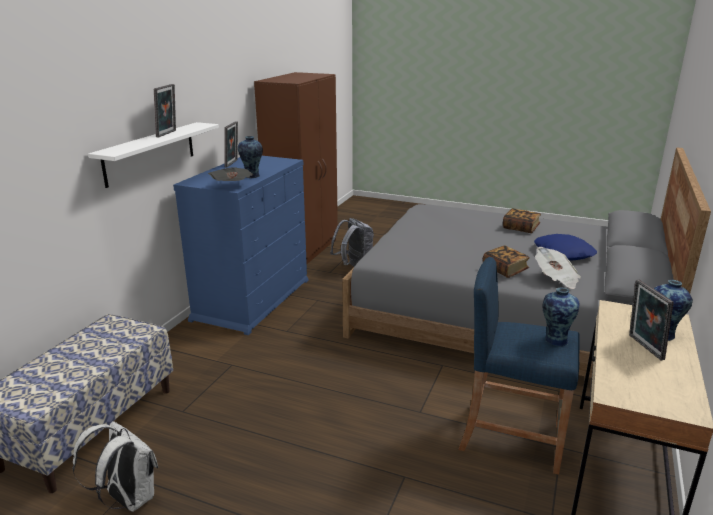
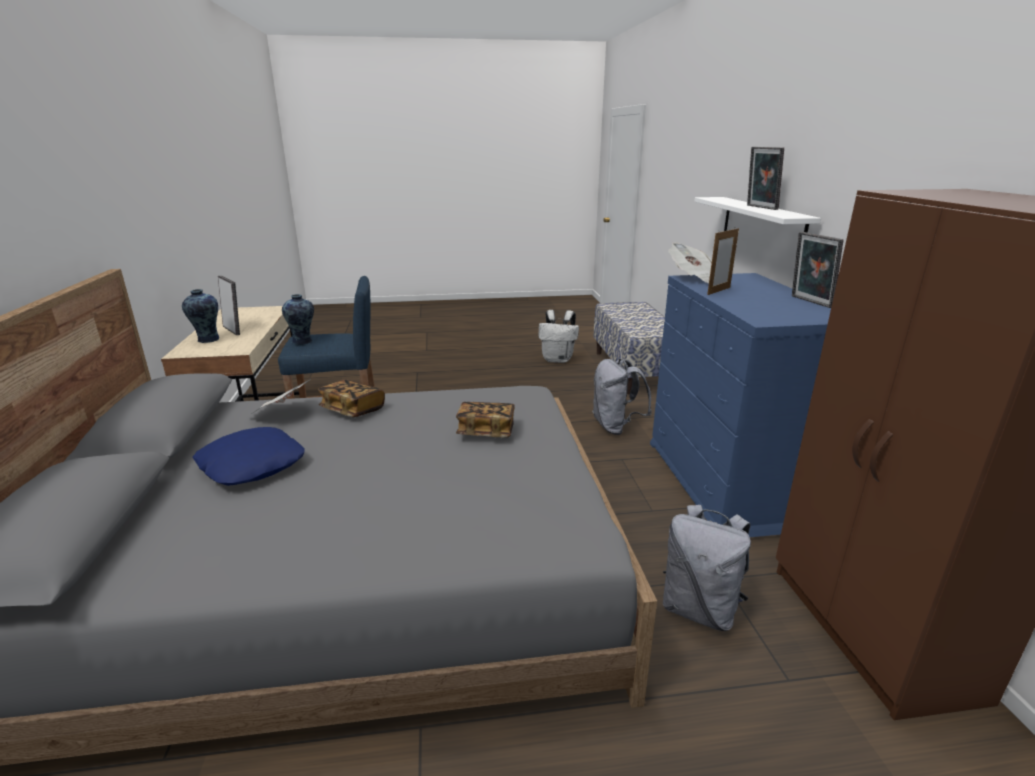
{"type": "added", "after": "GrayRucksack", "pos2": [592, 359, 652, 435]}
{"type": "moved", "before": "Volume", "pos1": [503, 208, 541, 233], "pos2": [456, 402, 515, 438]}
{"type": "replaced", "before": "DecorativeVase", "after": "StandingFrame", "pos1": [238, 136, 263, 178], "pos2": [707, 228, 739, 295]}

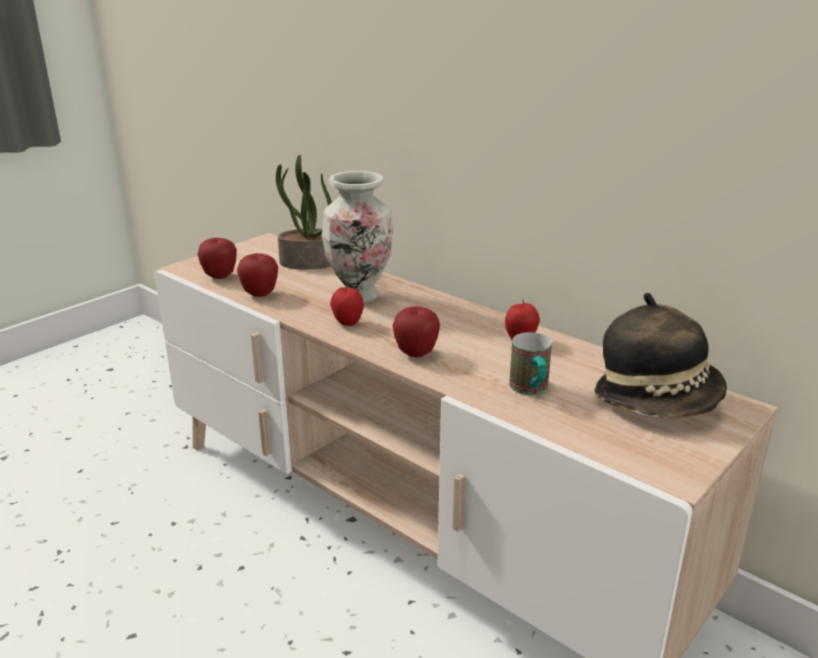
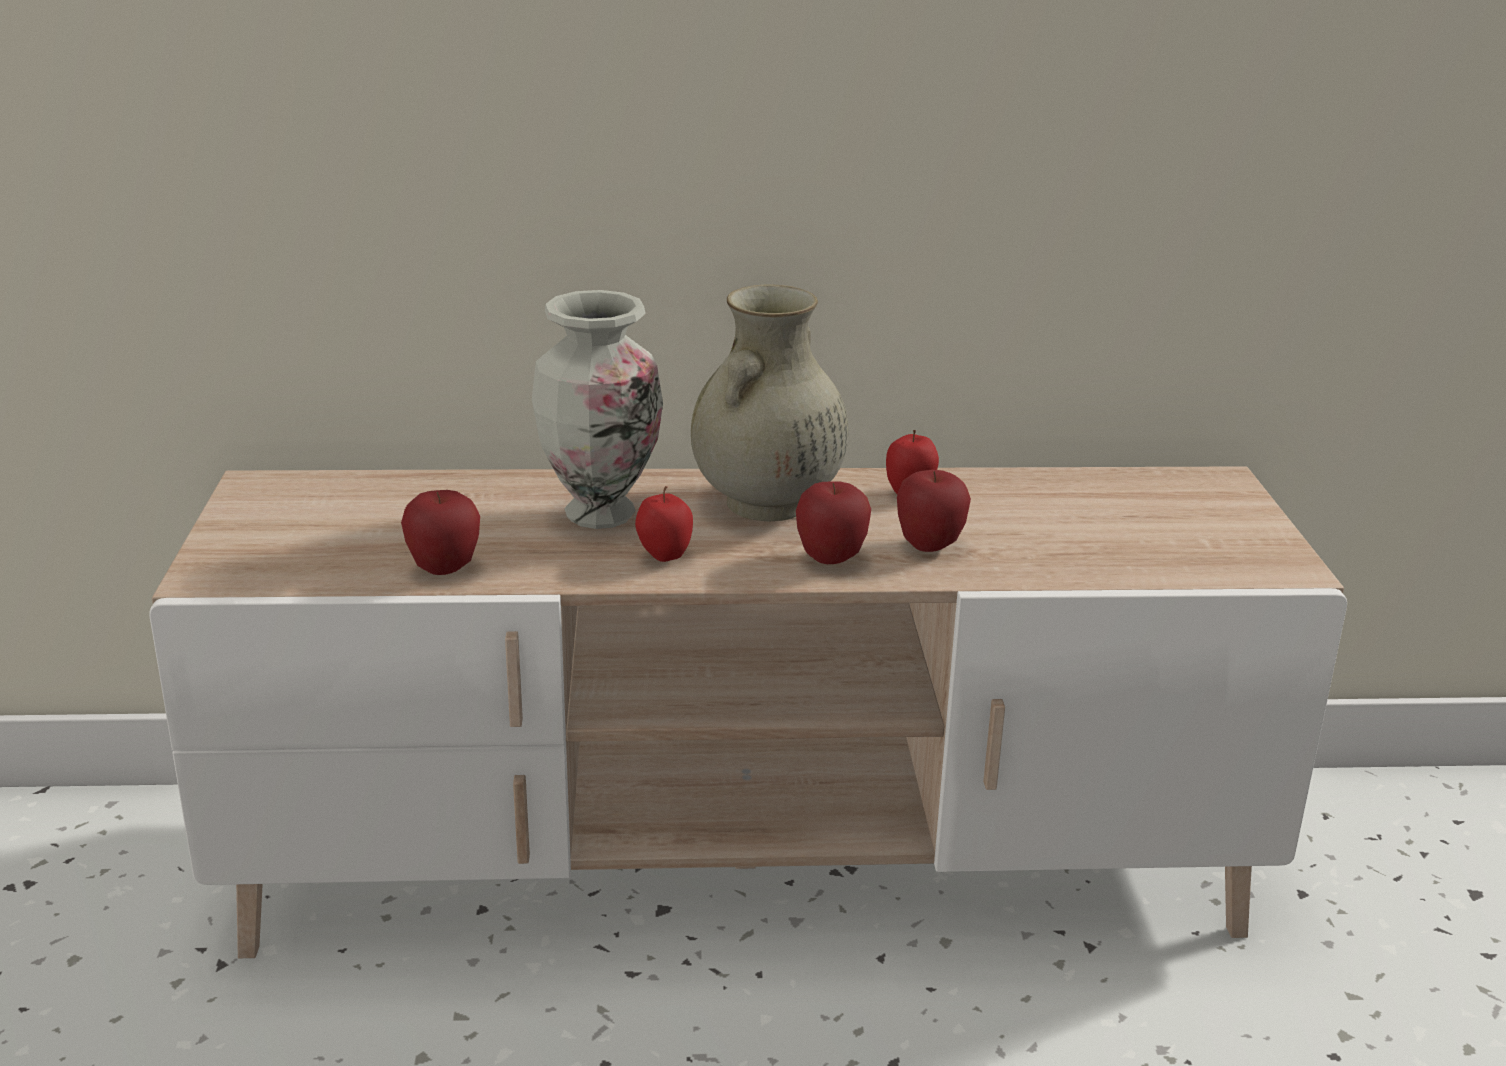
{"type": "removed", "before": "PottedPlant", "pos1": [276, 154, 332, 270]}
{"type": "removed", "before": "Mug", "pos1": [509, 332, 552, 395]}
{"type": "removed", "before": "Hat", "pos1": [595, 293, 727, 418]}
{"type": "added", "after": "BeigeColouredDecorativeVase", "pos2": [691, 284, 849, 521]}
{"type": "moved", "before": "WholeApple", "pos1": [197, 238, 237, 279], "pos2": [897, 470, 971, 552]}

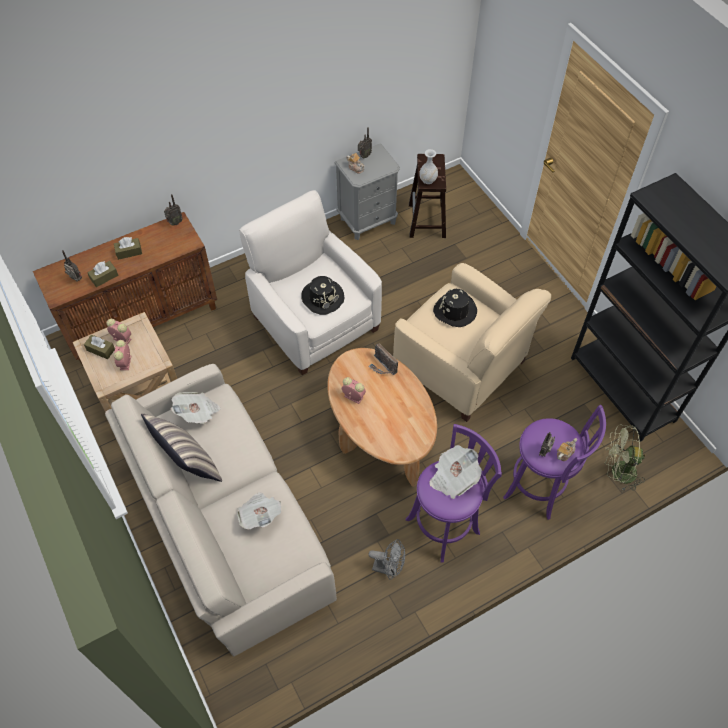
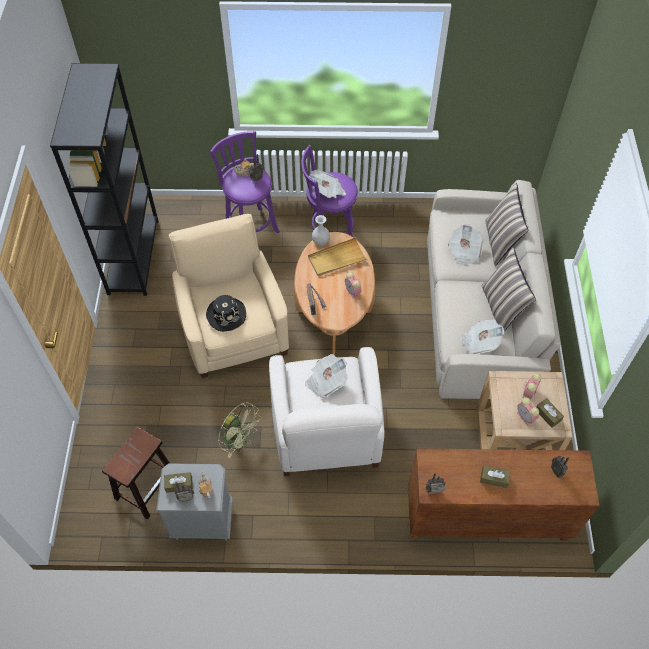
{"type": "removed", "before": "GrayElectricFan", "pos1": [368, 539, 405, 580]}
{"type": "added", "after": "BeigeColouredTray", "pos2": [308, 237, 368, 276]}
{"type": "added", "after": "Pillow", "pos2": [485, 183, 528, 266]}
{"type": "moved", "before": "BrownColouredTissueHolder", "pos1": [87, 261, 118, 287], "pos2": [164, 472, 193, 493]}
{"type": "moved", "before": "WhiteColouredDecorativeVase", "pos1": [419, 149, 438, 184], "pos2": [312, 215, 330, 246]}
{"type": "moved", "before": "GreenishElectricFan", "pos1": [605, 424, 646, 491], "pos2": [218, 402, 262, 458]}
{"type": "replaced", "before": "BlackHat", "after": "PrintedPaper", "pos1": [301, 276, 344, 315], "pos2": [305, 354, 348, 398]}

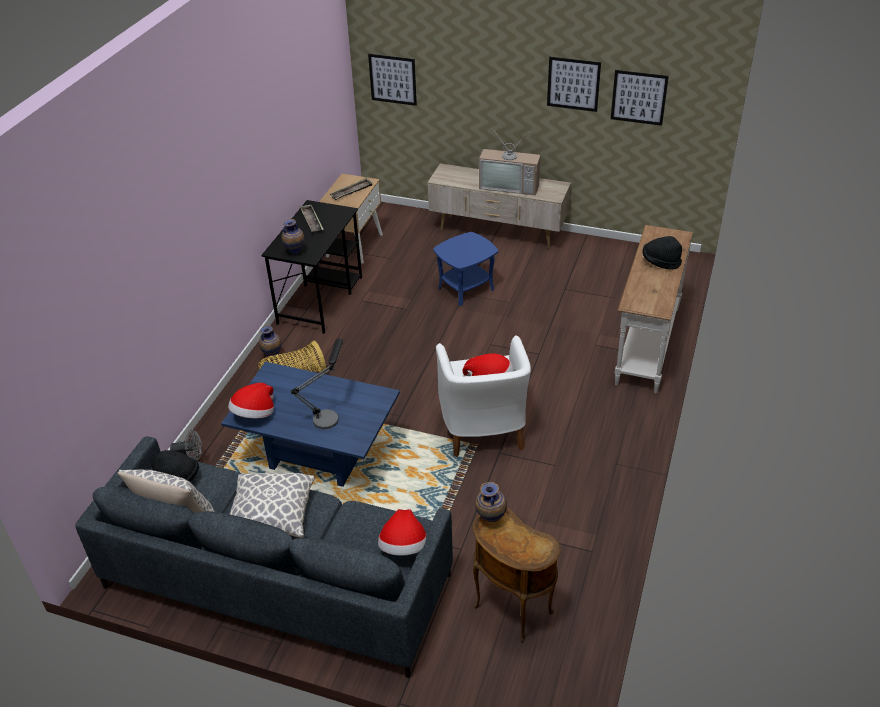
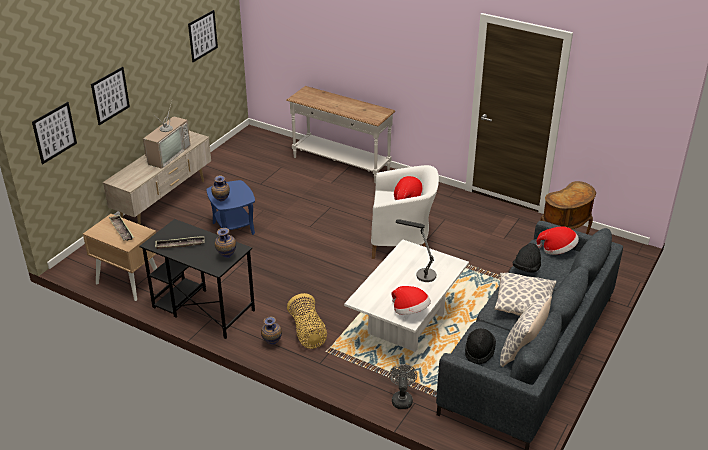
{"type": "moved", "before": "DecorativeVase", "pos1": [475, 482, 507, 522], "pos2": [211, 175, 230, 202]}
{"type": "moved", "before": "Picture", "pos1": [547, 57, 601, 112], "pos2": [91, 67, 130, 125]}
{"type": "moved", "before": "BlackHat", "pos1": [643, 236, 682, 270], "pos2": [513, 243, 541, 273]}
{"type": "recoloured", "before": "BlueColouredLoungeTable", "after": "WhiteColouredLoungeTable", "pos1": [221, 362, 400, 487], "pos2": [344, 239, 469, 352]}

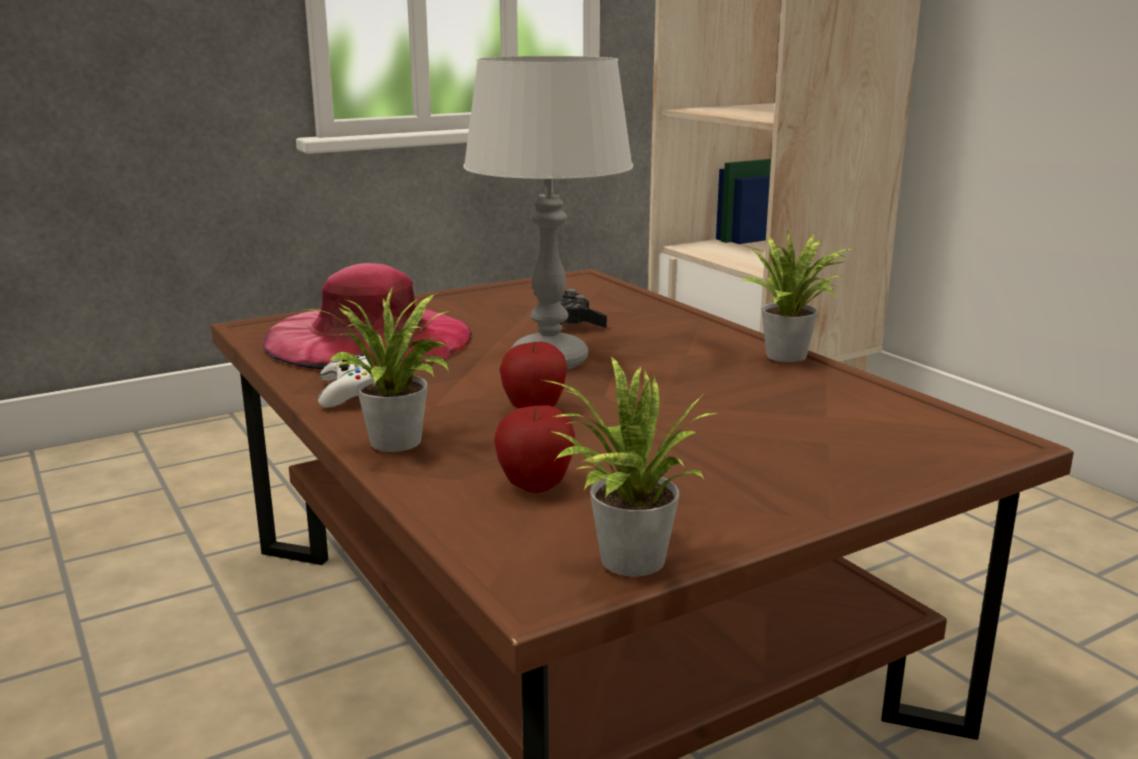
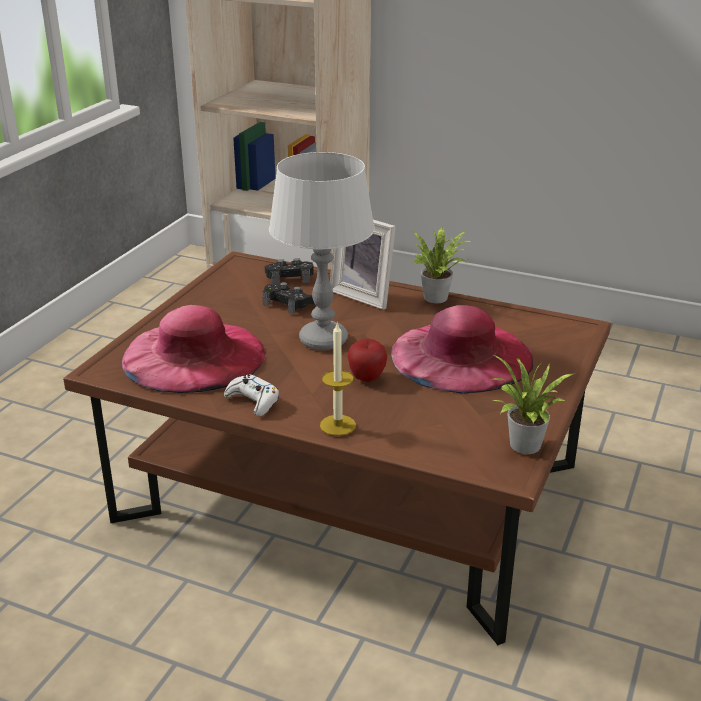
{"type": "removed", "before": "WholeApple", "pos1": [494, 406, 575, 493]}
{"type": "added", "after": "BlackGamepad", "pos2": [265, 258, 314, 285]}
{"type": "added", "after": "StandingFrame", "pos2": [330, 220, 396, 310]}
{"type": "added", "after": "PinkHat", "pos2": [391, 305, 533, 394]}
{"type": "replaced", "before": "PottedPlant", "after": "Candle", "pos1": [302, 287, 449, 452], "pos2": [320, 323, 356, 436]}

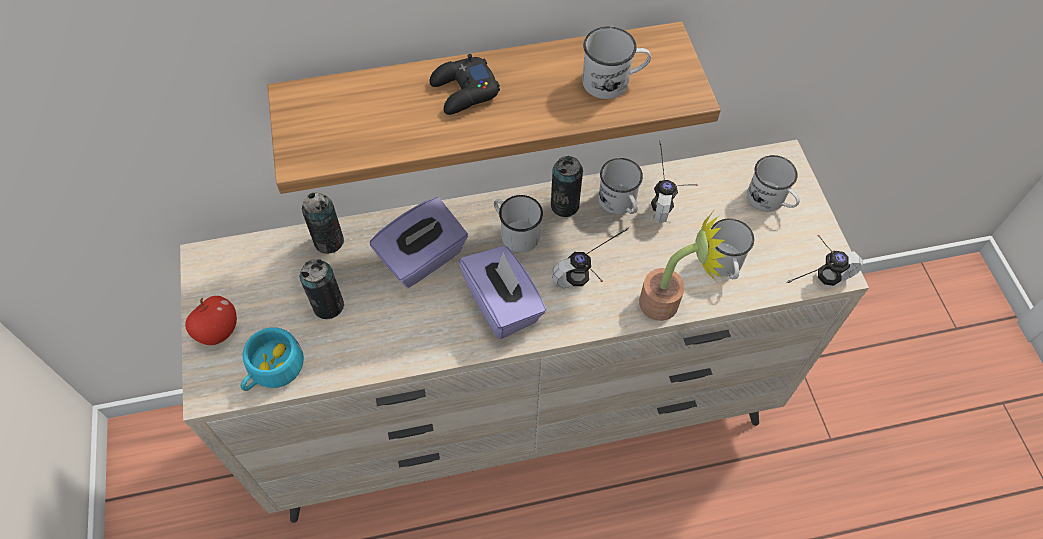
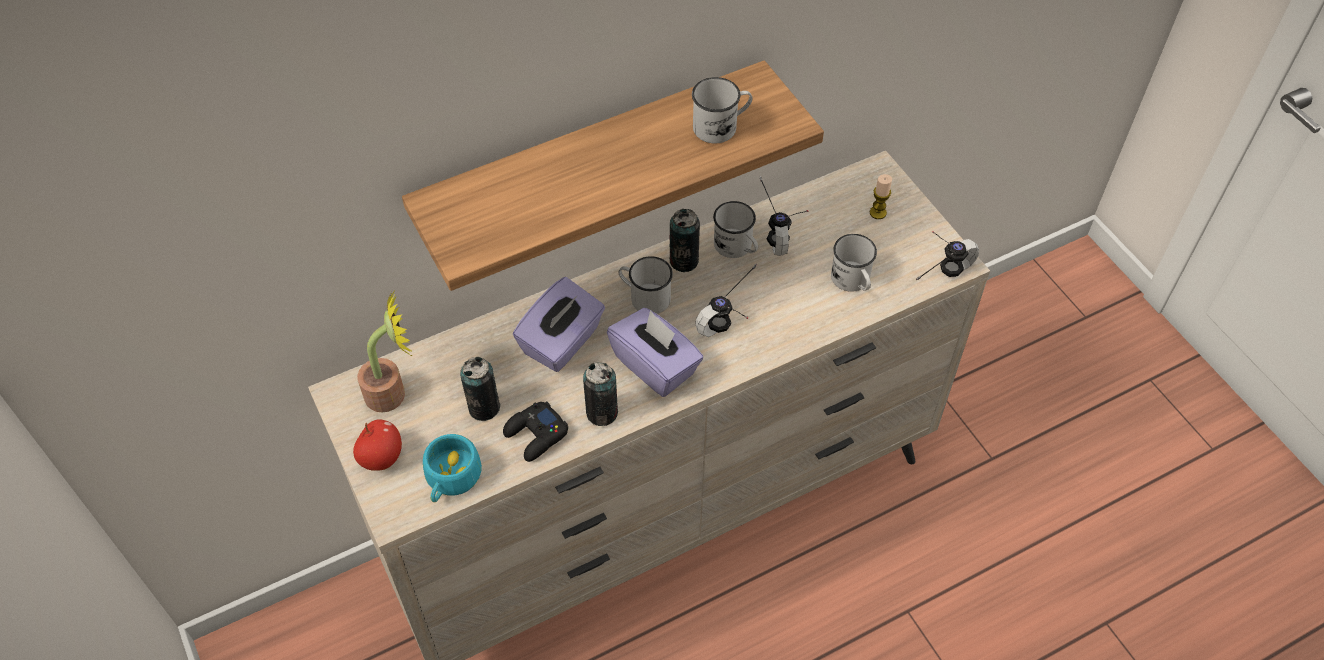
{"type": "moved", "before": "Can", "pos1": [302, 192, 344, 254], "pos2": [583, 362, 618, 426]}
{"type": "moved", "before": "BlackGamepad", "pos1": [430, 54, 500, 115], "pos2": [503, 402, 568, 462]}
{"type": "moved", "before": "PottedPlant", "pos1": [639, 212, 726, 321], "pos2": [357, 290, 412, 412]}
{"type": "replaced", "before": "WhiteColouredMug", "after": "Candle", "pos1": [747, 155, 800, 212], "pos2": [870, 174, 892, 219]}

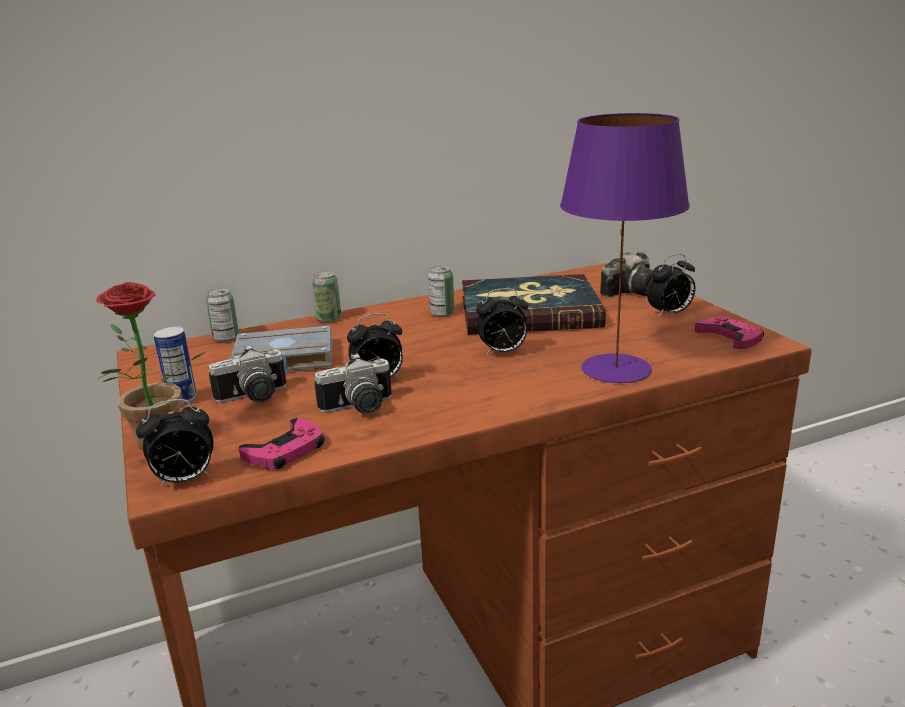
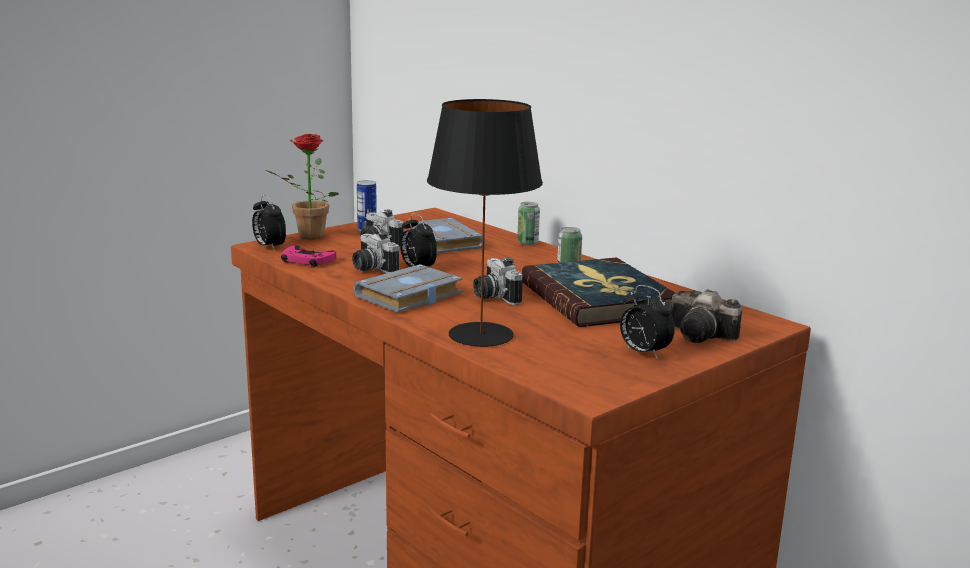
{"type": "removed", "before": "Can", "pos1": [206, 288, 239, 342]}
{"type": "removed", "before": "PinkGamepad", "pos1": [695, 317, 764, 349]}
{"type": "added", "after": "GrayVolume", "pos2": [353, 264, 463, 313]}
{"type": "replaced", "before": "TableClock", "after": "PhotoCamera", "pos1": [476, 288, 528, 355], "pos2": [473, 257, 523, 305]}
{"type": "recoloured", "before": "PurpleColouredLampForATable", "after": "BlackLampForATable", "pos1": [560, 113, 690, 383], "pos2": [427, 99, 543, 347]}

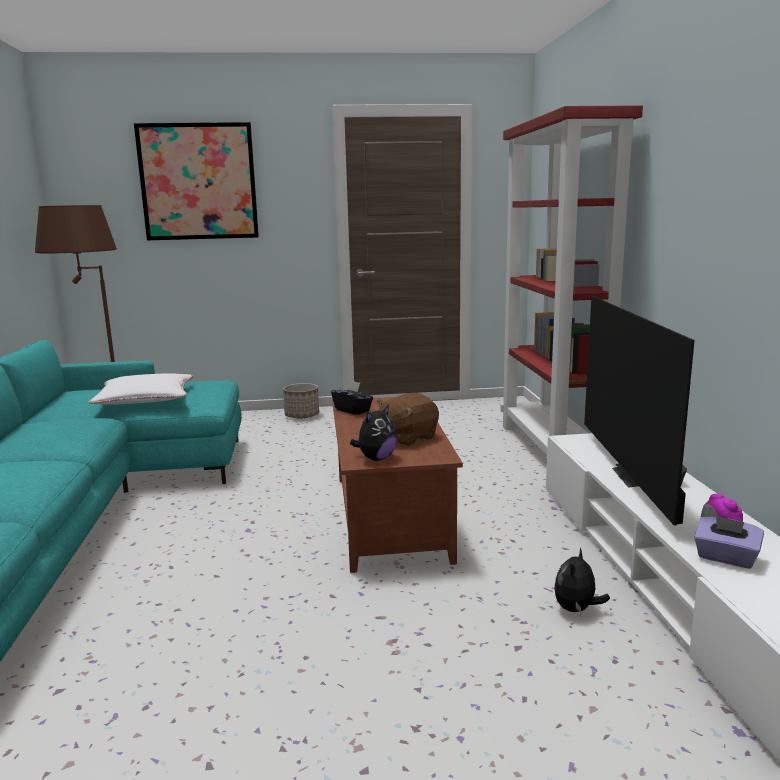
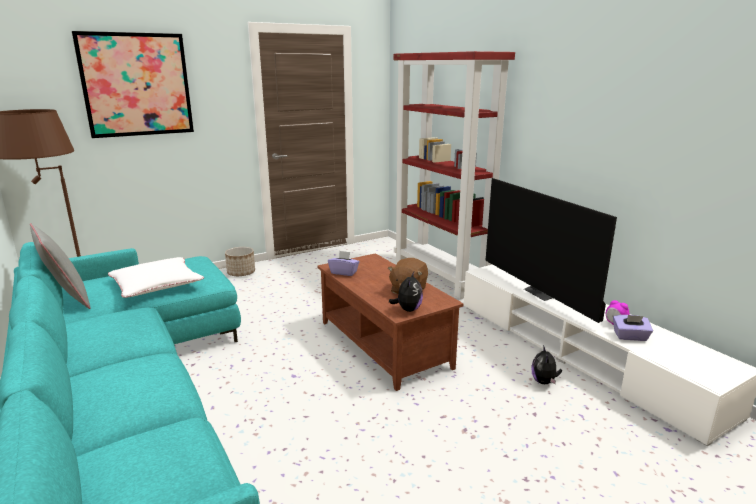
{"type": "added", "after": "GrayPillow", "pos2": [30, 223, 91, 309]}
{"type": "recoloured", "before": "BlackTissueHolder", "after": "PurpleColouredTissueHolder", "pos1": [331, 380, 373, 415], "pos2": [328, 250, 360, 276]}

